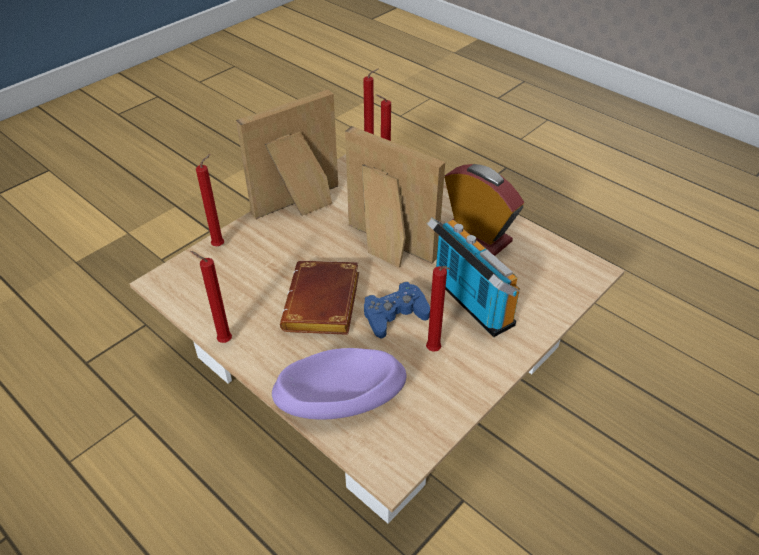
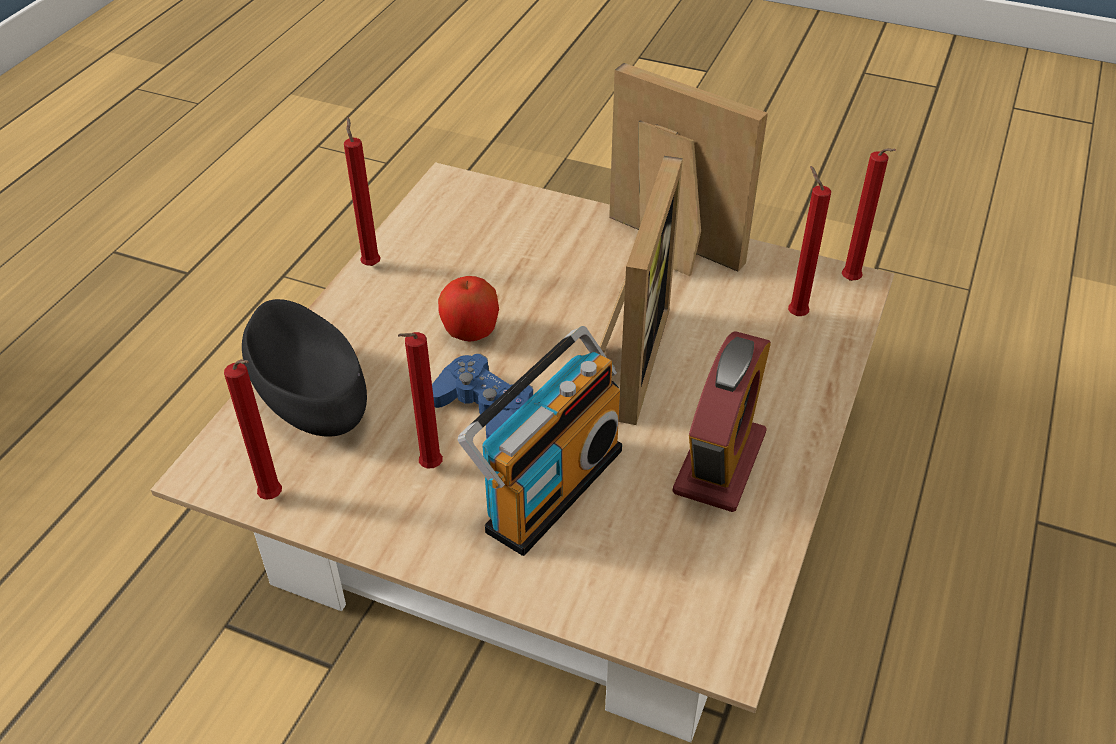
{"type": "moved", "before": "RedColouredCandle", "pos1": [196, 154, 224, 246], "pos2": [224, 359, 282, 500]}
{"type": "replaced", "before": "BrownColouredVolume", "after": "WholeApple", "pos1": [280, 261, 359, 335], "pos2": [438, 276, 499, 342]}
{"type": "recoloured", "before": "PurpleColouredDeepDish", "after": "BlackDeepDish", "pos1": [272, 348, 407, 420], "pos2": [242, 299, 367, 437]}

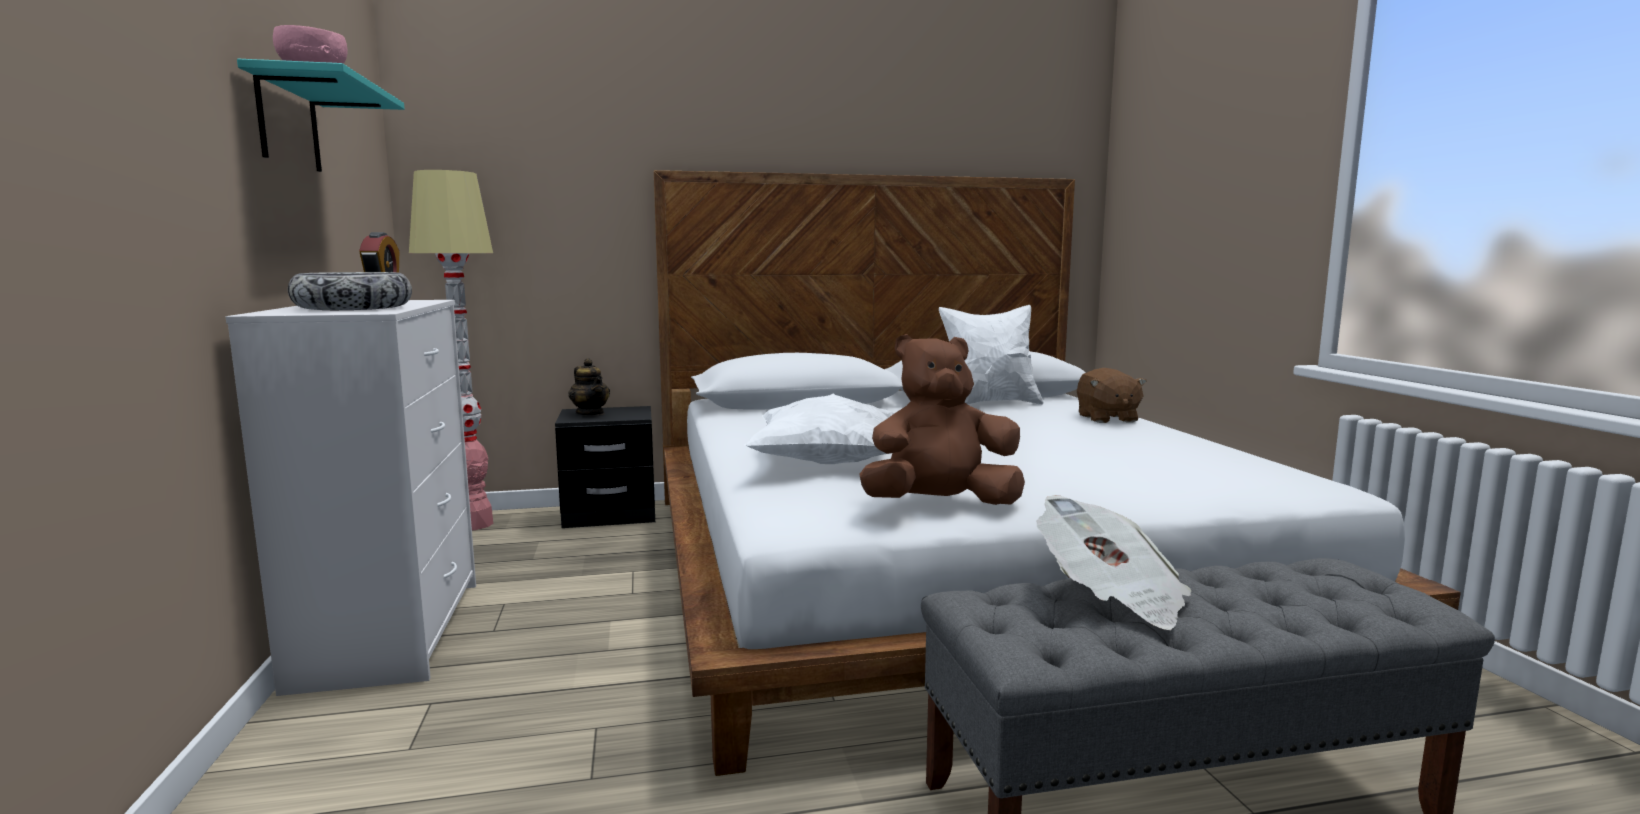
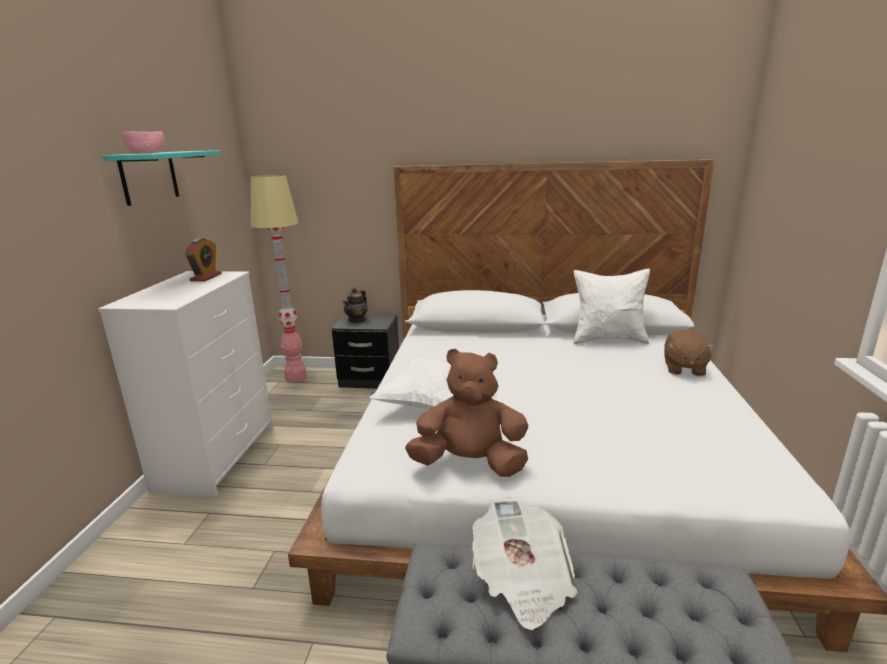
{"type": "removed", "before": "DeepDish", "pos1": [288, 272, 412, 310]}
{"type": "turned", "before": "Teapot", "pos1": [569, 358, 610, 415], "pos2": [343, 287, 368, 323], "turn": 45}

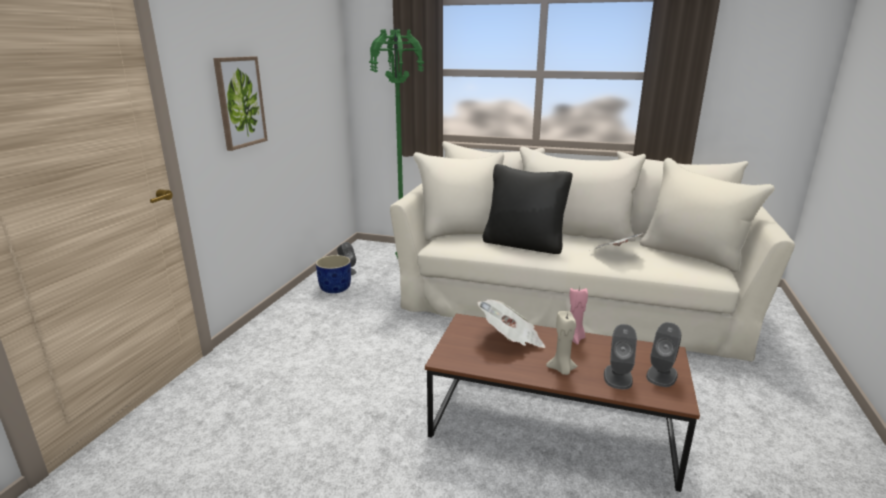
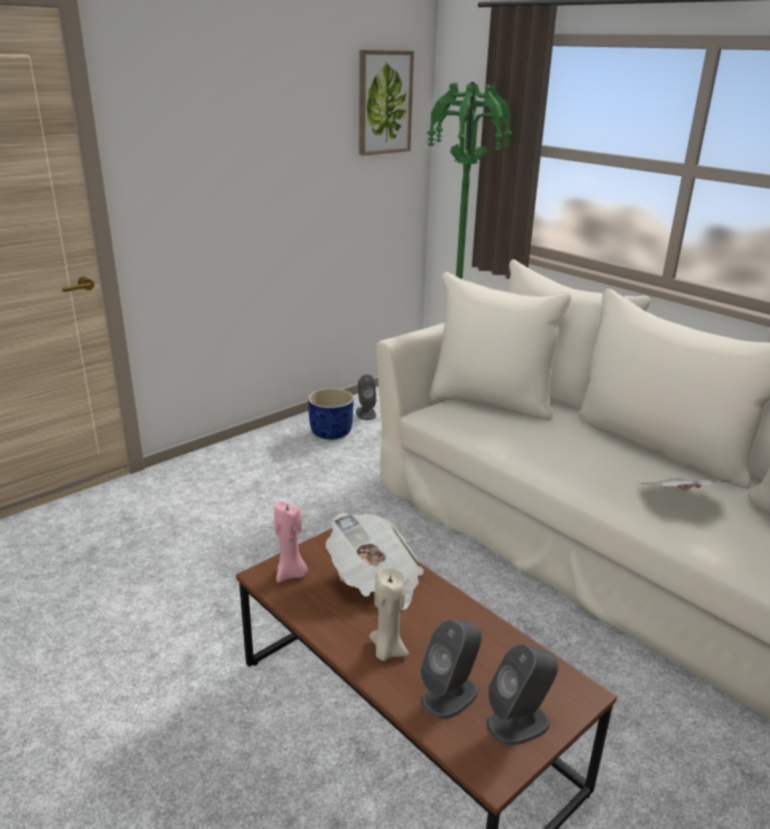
{"type": "removed", "before": "BlackPillow", "pos1": [482, 164, 573, 254]}
{"type": "moved", "before": "Picture", "pos1": [213, 56, 268, 151], "pos2": [359, 50, 414, 156]}
{"type": "moved", "before": "PinkCandle", "pos1": [569, 286, 588, 345], "pos2": [274, 501, 308, 583]}

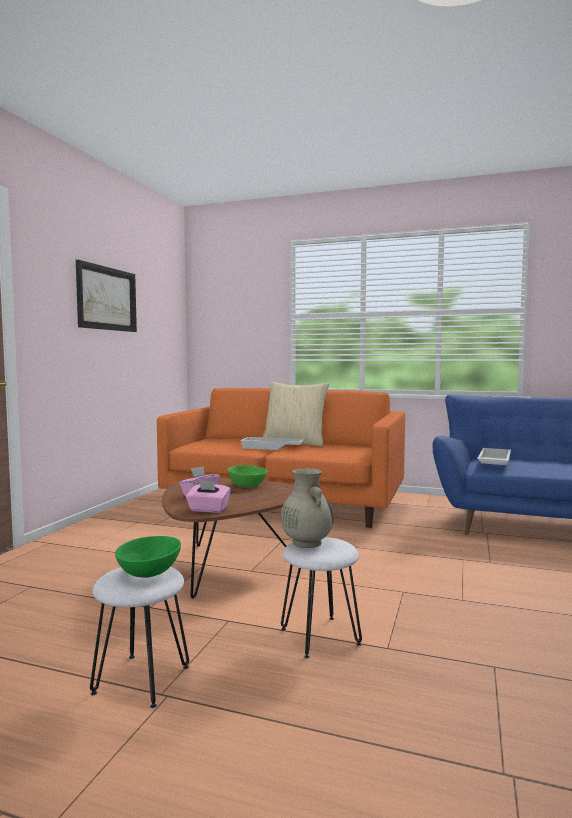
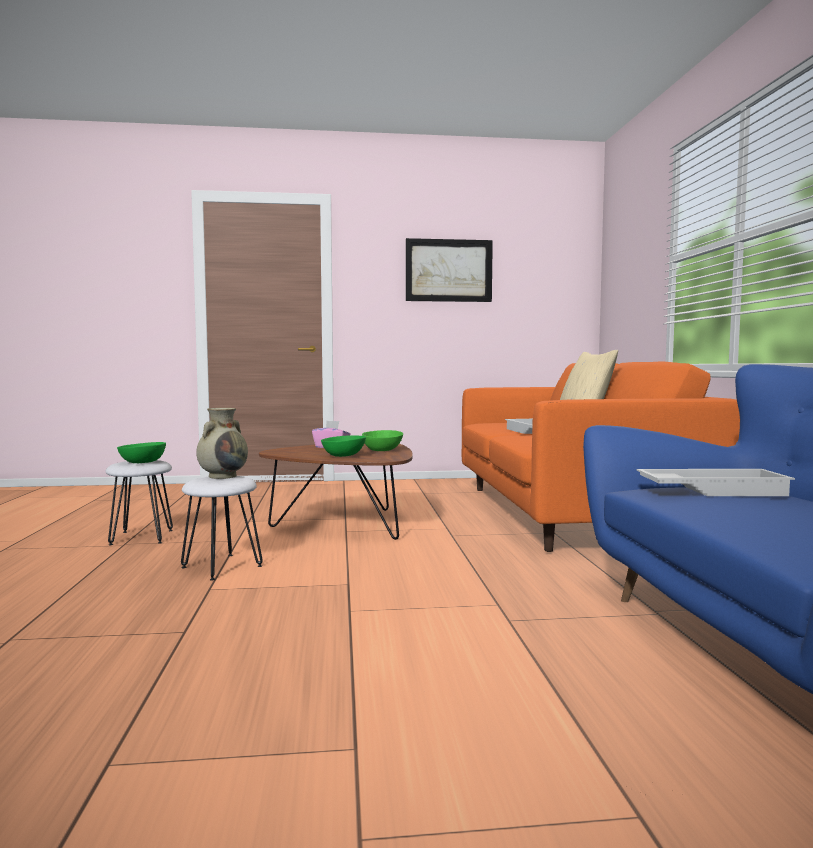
{"type": "removed", "before": "PinkTissueHolder", "pos1": [186, 480, 231, 513]}
{"type": "added", "after": "GreenishDeepDish", "pos2": [321, 435, 366, 457]}

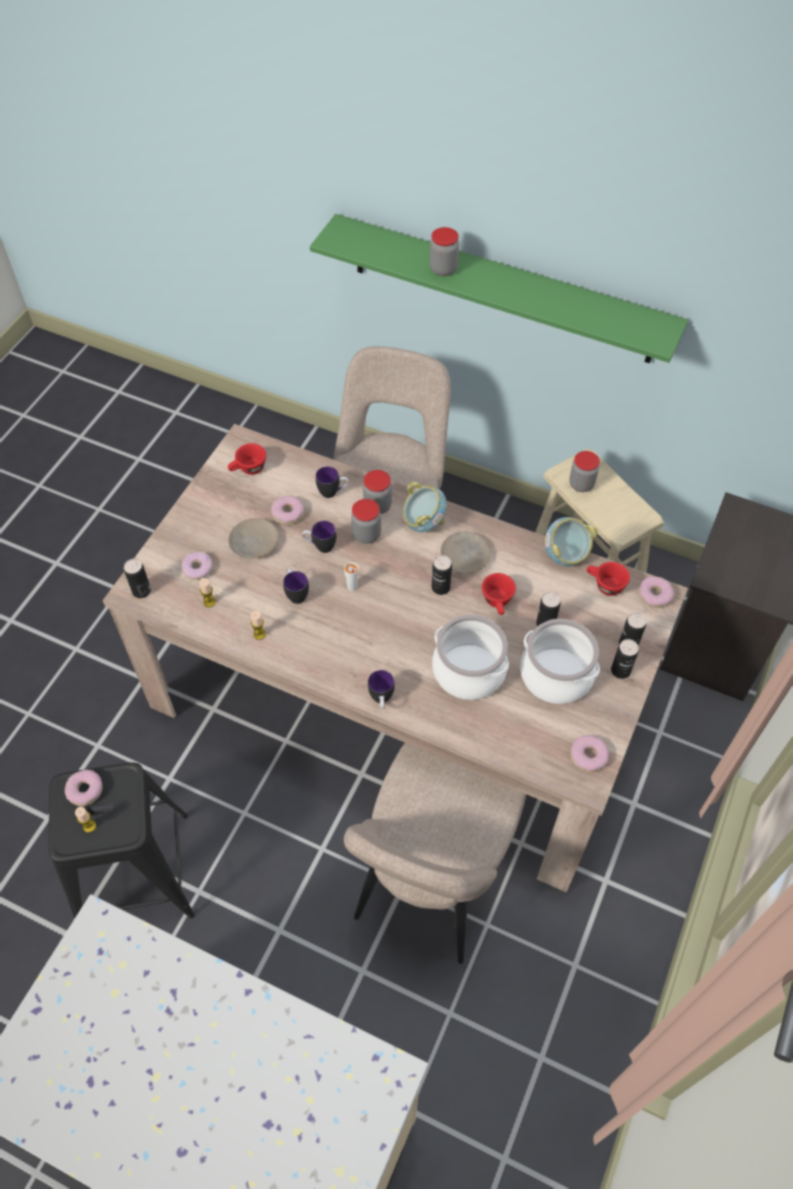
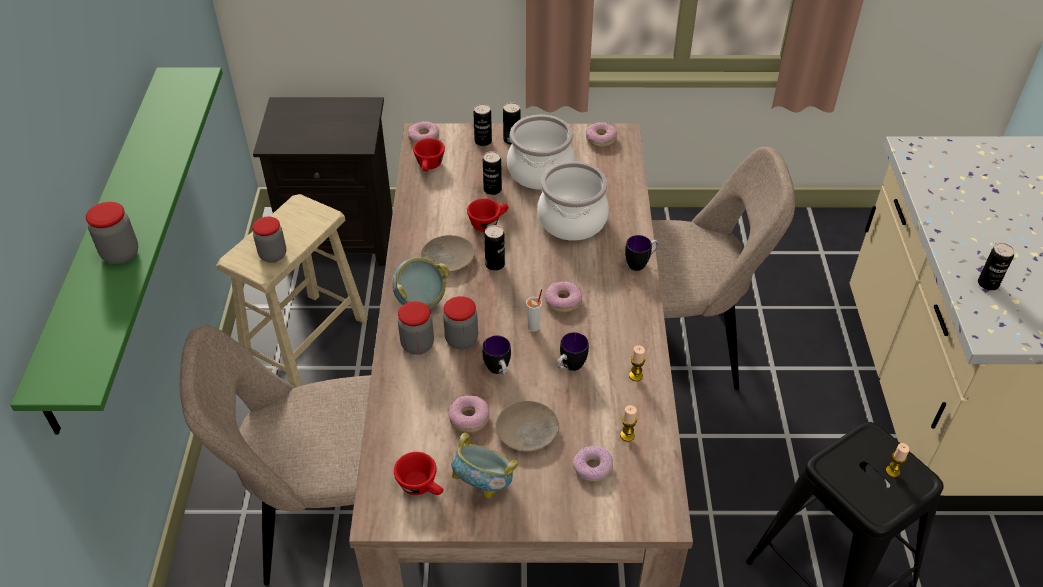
{"type": "removed", "before": "Mug", "pos1": [316, 466, 349, 498]}
{"type": "moved", "before": "Doughnut", "pos1": [65, 770, 103, 806], "pos2": [545, 281, 582, 313]}
{"type": "moved", "before": "Can", "pos1": [124, 559, 151, 598], "pos2": [978, 243, 1015, 290]}
{"type": "moved", "before": "DeepDish", "pos1": [544, 517, 598, 567], "pos2": [451, 433, 518, 498]}

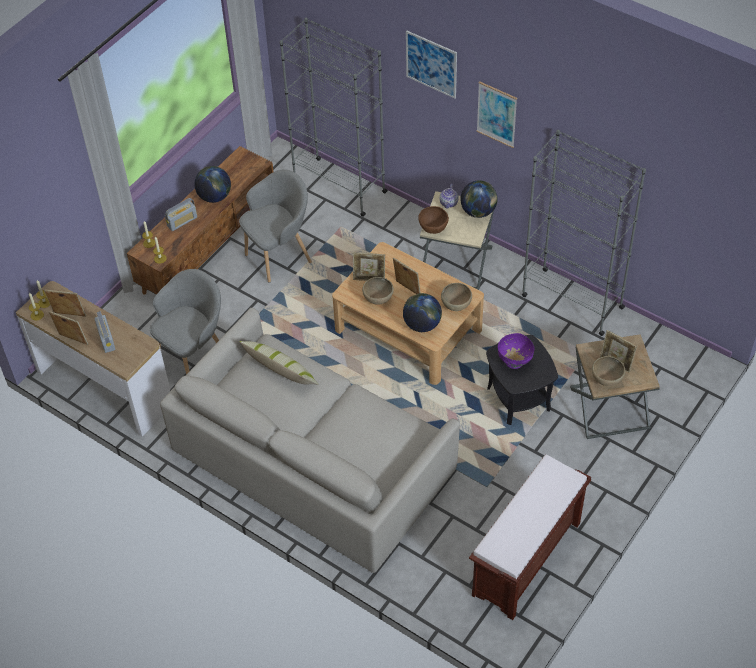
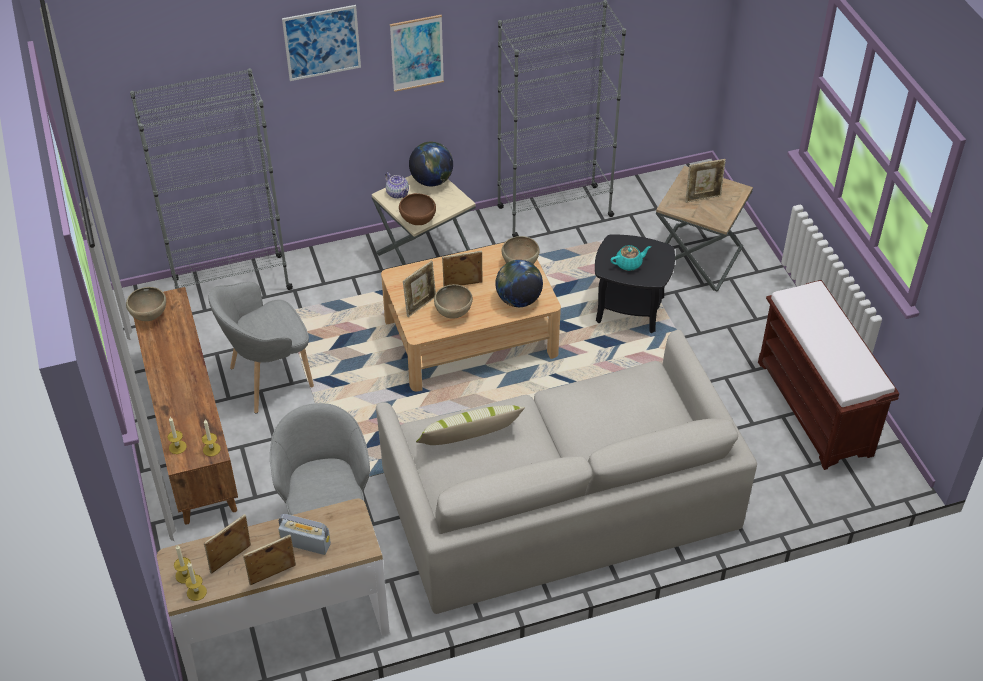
{"type": "removed", "before": "RadioReceiver", "pos1": [165, 198, 197, 231]}
{"type": "removed", "before": "WorldGlobe", "pos1": [194, 166, 231, 203]}
{"type": "moved", "before": "BrownColouredDeepDish", "pos1": [592, 356, 625, 386], "pos2": [126, 287, 166, 321]}
{"type": "replaced", "before": "PurpleColouredDeepDish", "after": "TurquoiseTeapot", "pos1": [498, 333, 534, 369], "pos2": [610, 245, 651, 271]}
{"type": "turned", "before": "GrayArmchair", "pos1": [239, 169, 312, 283], "pos2": [208, 282, 314, 413], "turn": -120}

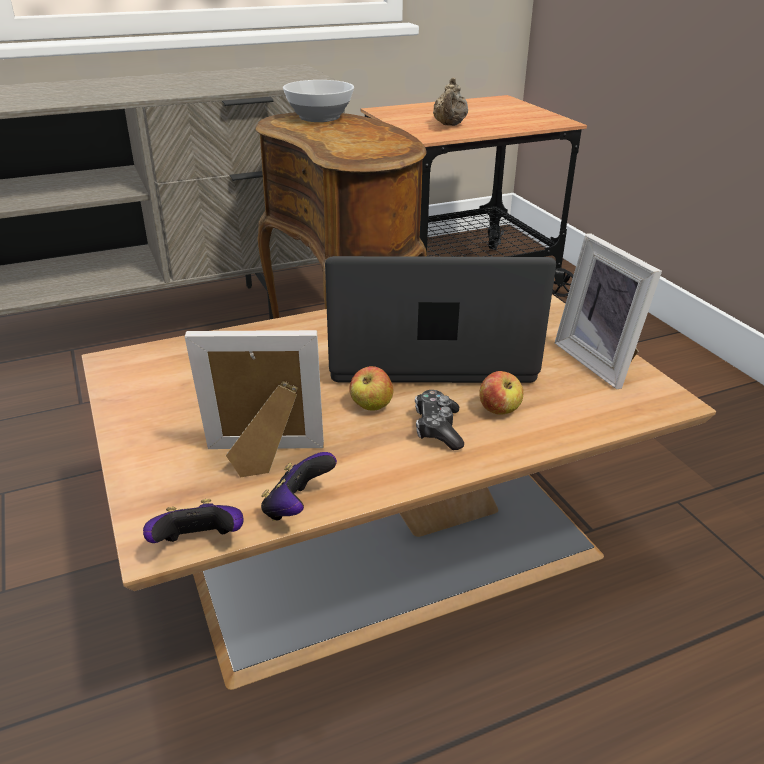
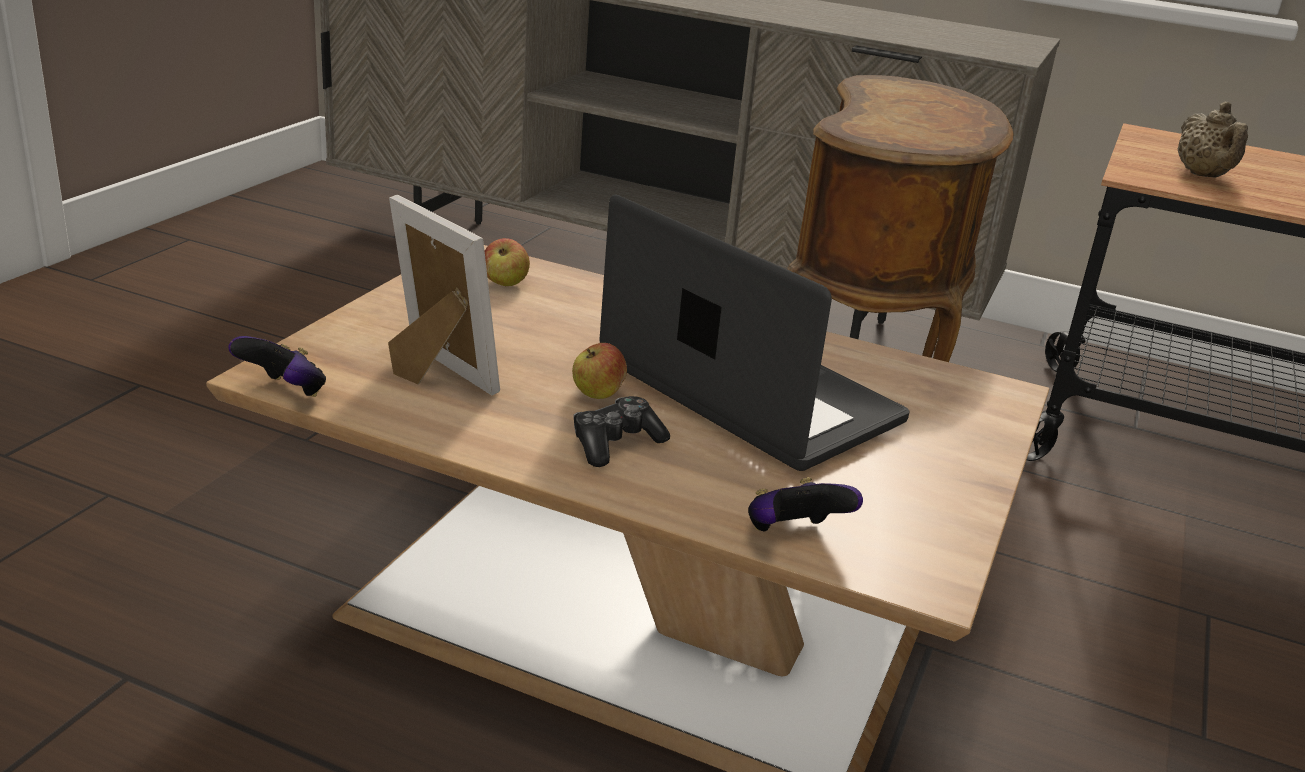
{"type": "removed", "before": "DeepDish", "pos1": [283, 80, 354, 122]}
{"type": "removed", "before": "StandingFrame", "pos1": [555, 234, 662, 389]}
{"type": "moved", "before": "Gamepad", "pos1": [261, 452, 337, 521], "pos2": [748, 477, 863, 532]}
{"type": "moved", "before": "WholeApple", "pos1": [479, 371, 523, 415], "pos2": [485, 238, 530, 286]}
{"type": "turned", "before": "BeigeColouredTeapot", "pos1": [433, 78, 468, 126], "pos2": [1178, 102, 1248, 178], "turn": -60}

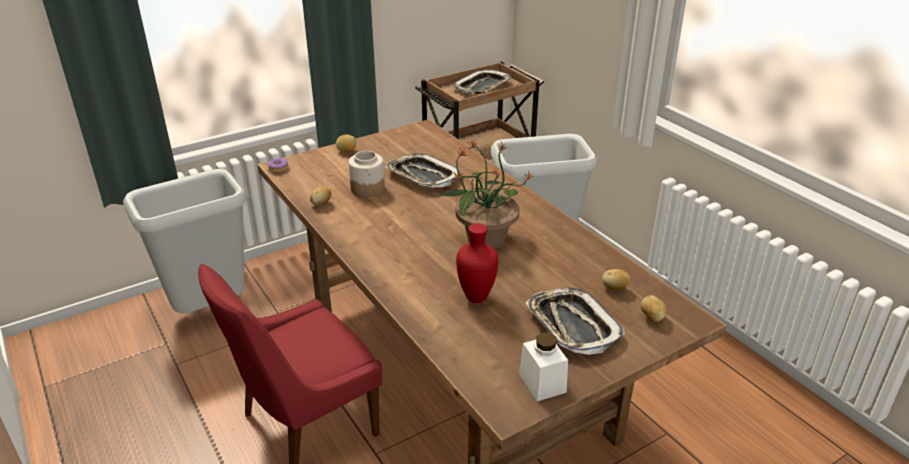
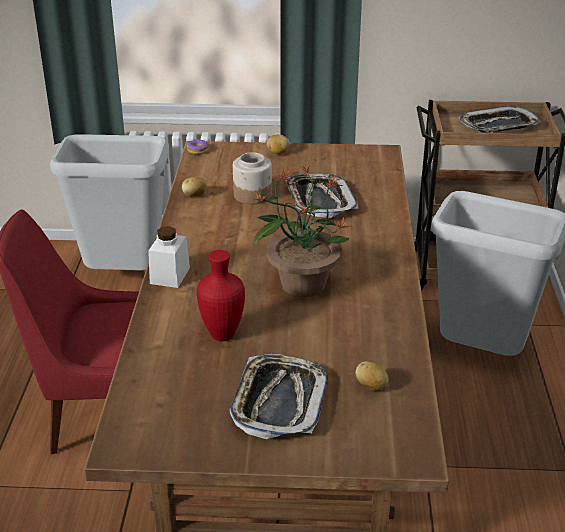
{"type": "removed", "before": "WholePotato", "pos1": [641, 295, 667, 322]}
{"type": "moved", "before": "WhiteColouredStorageJar", "pos1": [519, 333, 568, 401], "pos2": [148, 226, 190, 288]}

